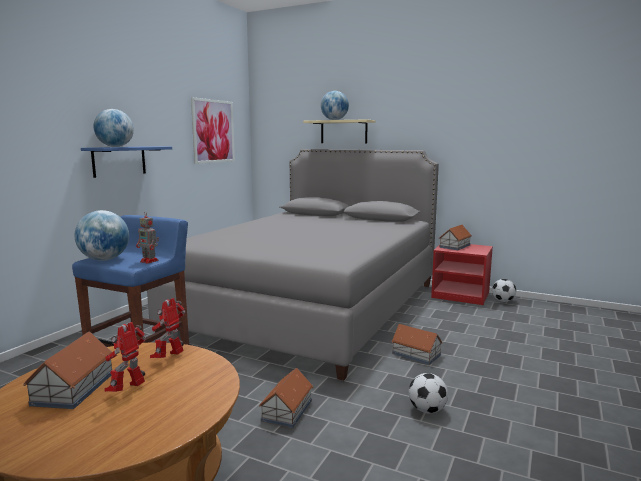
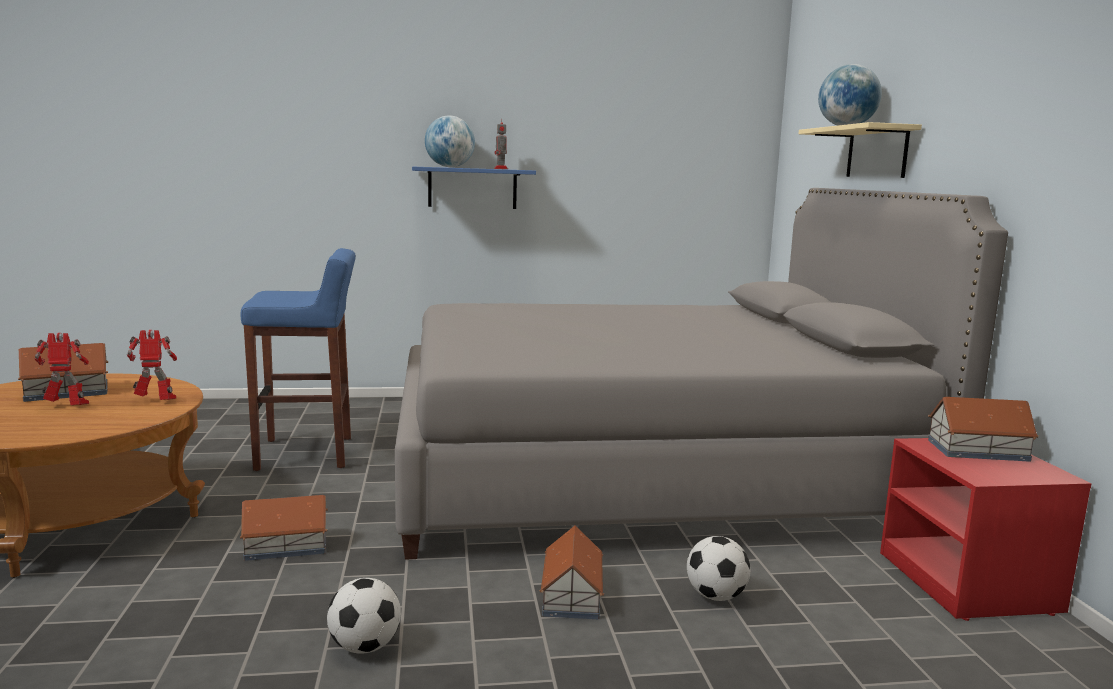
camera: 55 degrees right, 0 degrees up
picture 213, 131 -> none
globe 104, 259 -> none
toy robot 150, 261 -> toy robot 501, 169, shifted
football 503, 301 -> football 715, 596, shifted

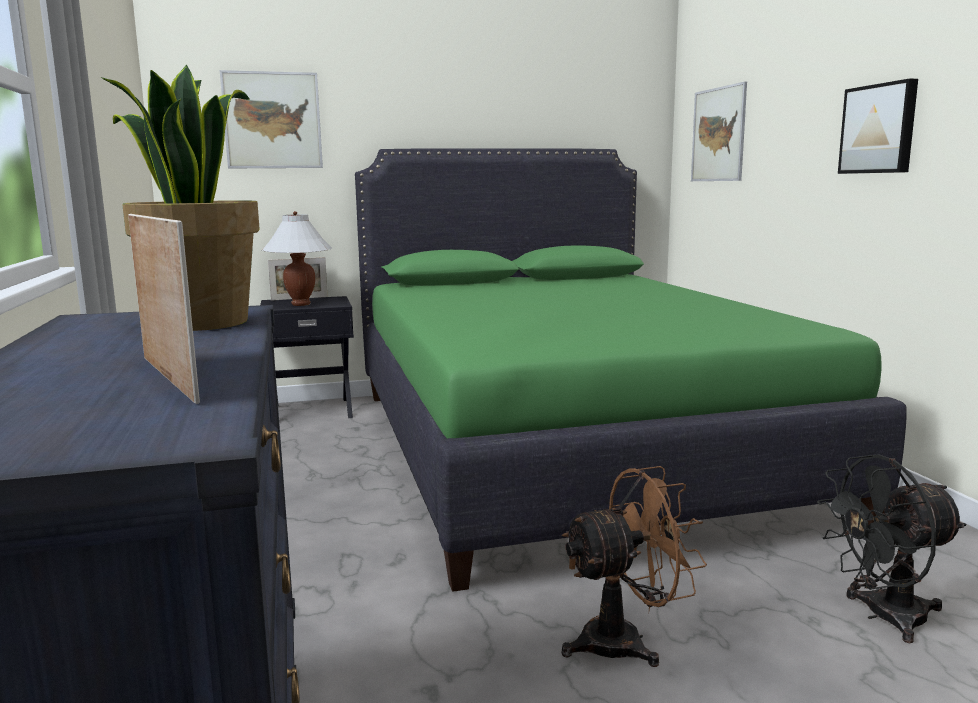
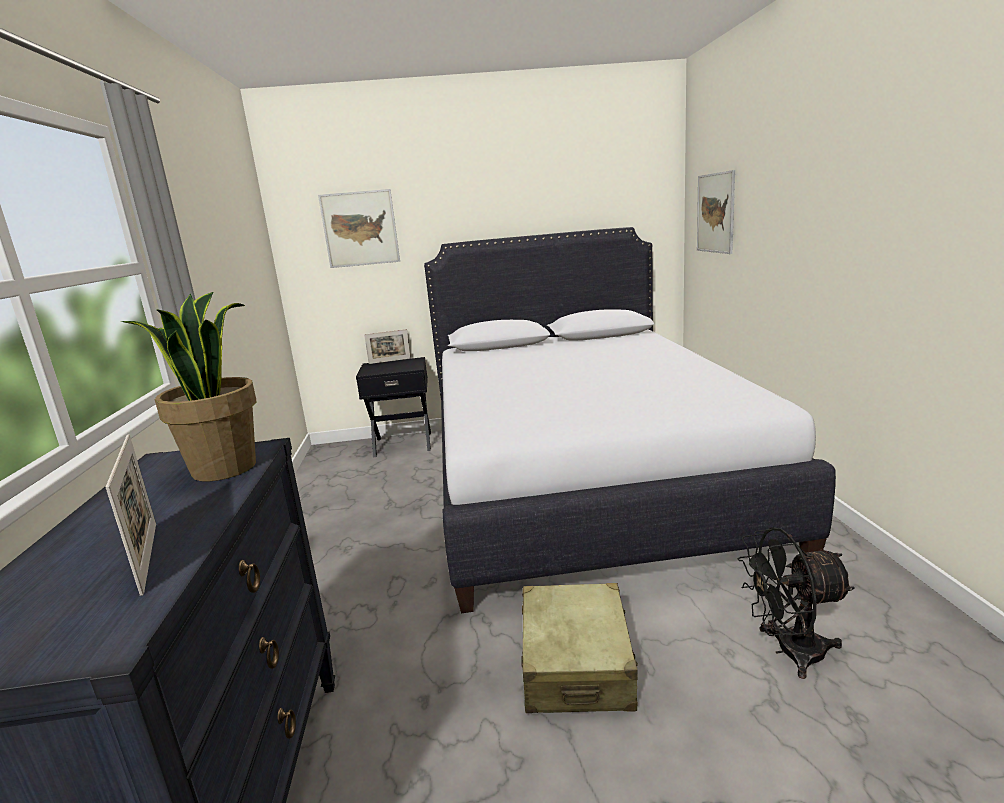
camera: 10 degrees right, 5 degrees up
picture 879, 129 -> none
bed (green) 565, 447 -> bed (white) 581, 479
table lamp (white) 301, 304 -> none
fan (brown) 626, 641 -> suitcase (beige) 576, 664

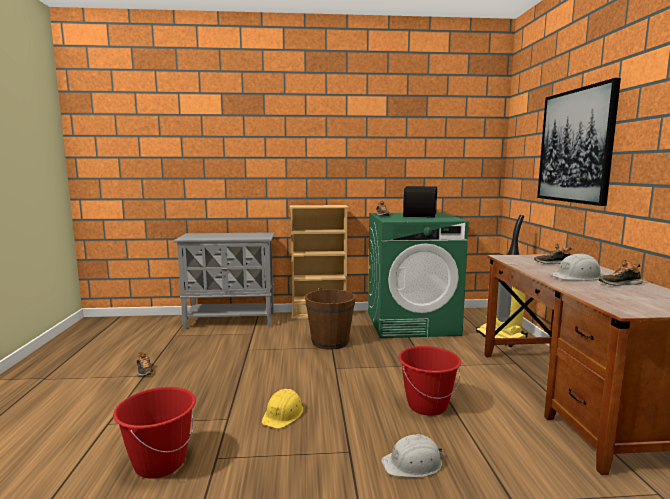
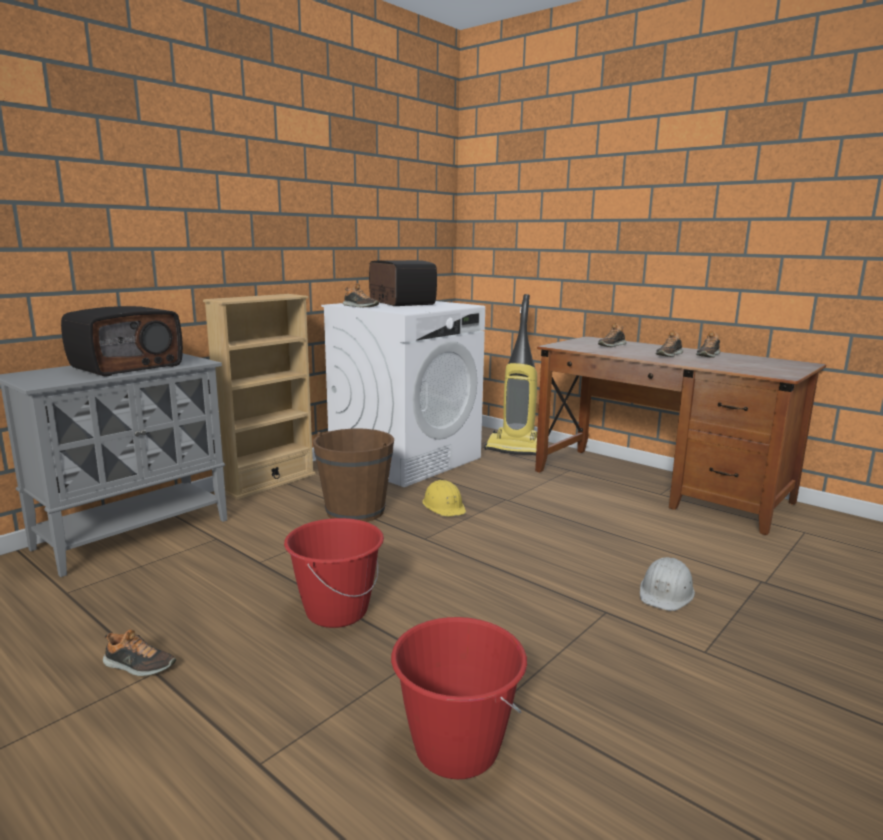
camera: 45 degrees left, 5 degrees up
picture 575, 146 -> none
washing machine (green) 412, 323 -> washing machine (white) 406, 459
hard hat (white) 577, 277 -> shoe 668, 355
bucket (red) 427, 405 -> bucket (red) 336, 611, shifted
hard hat (yellow) 283, 414 -> hard hat (yellow) 444, 506, shifted
none -> radio 127, 366

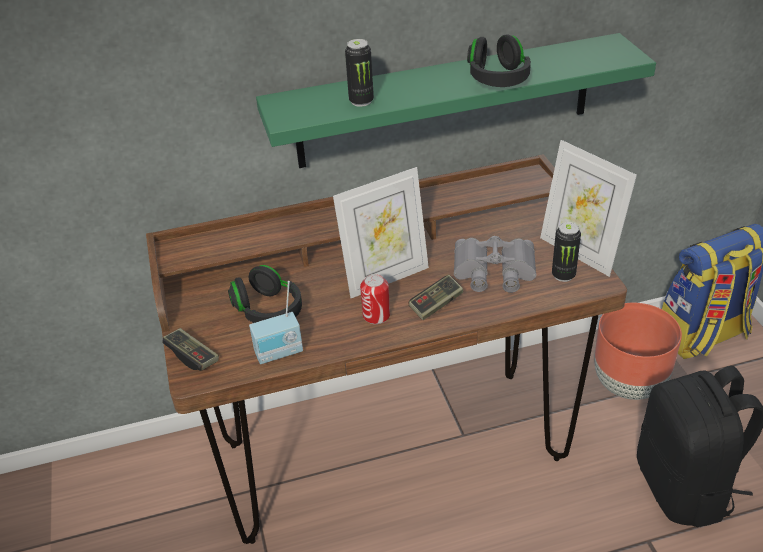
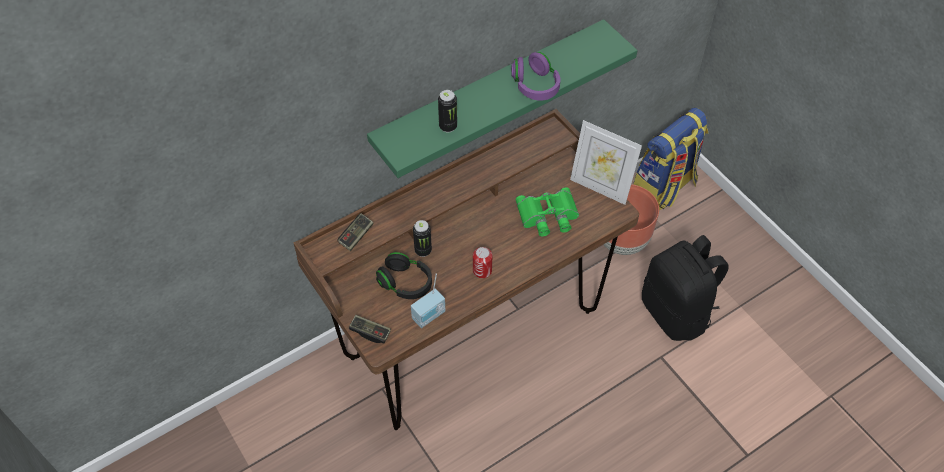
camera: 20 degrees left, 15 degrees up
headphones (black) 497, 79 -> headphones (purple) 535, 86
picture frame 385, 277 -> none
can 563, 275 -> can 423, 250, shifted
binoculars (grey) 493, 271 -> binoculars (green) 548, 216
game controller 436, 304 -> game controller 356, 236, shifted

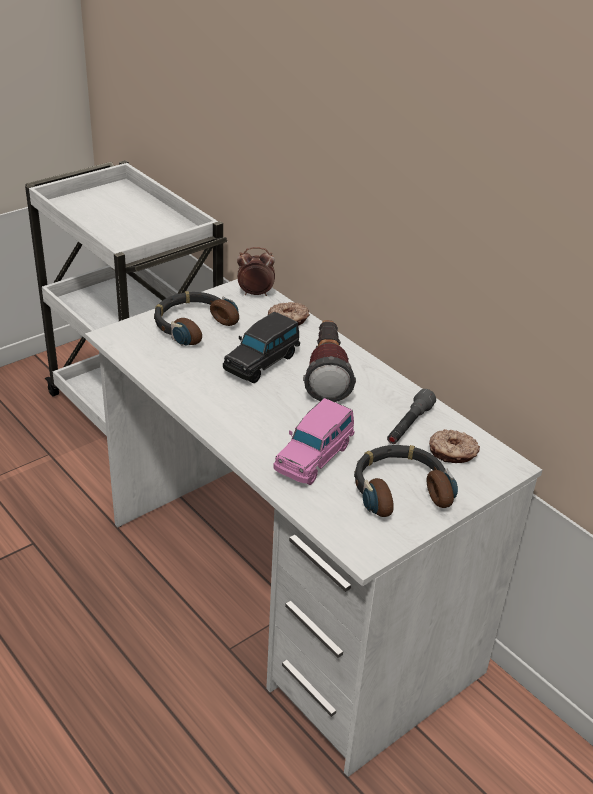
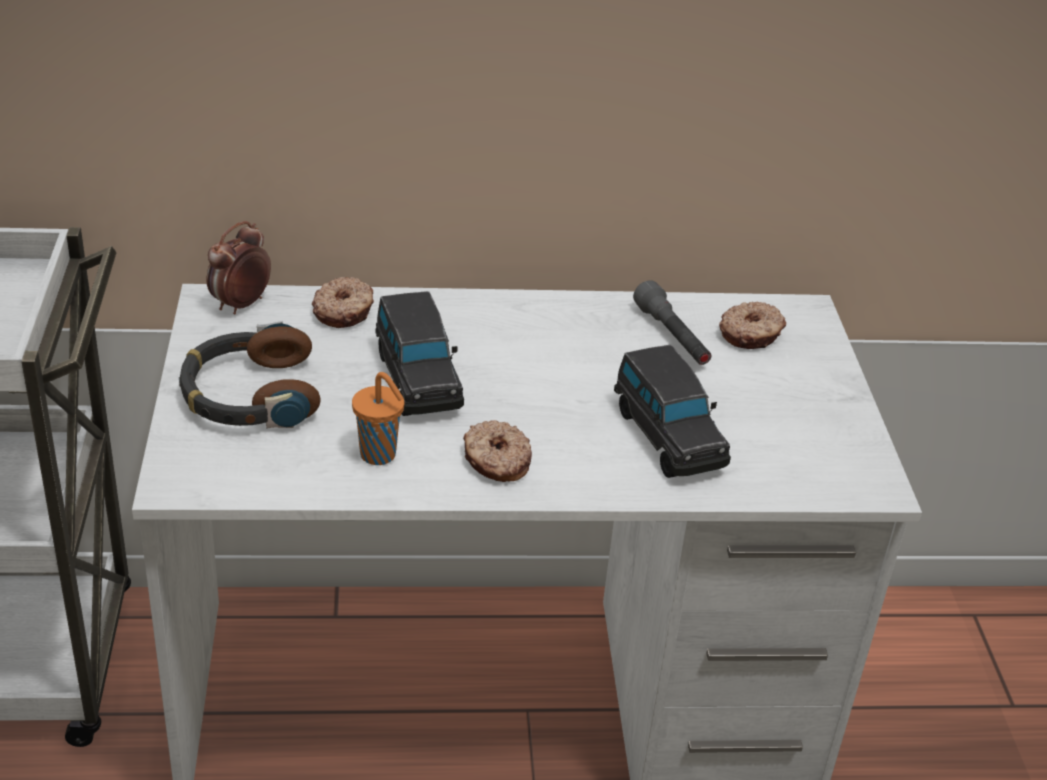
camera: 55 degrees left, 0 degrees up
flashlight 327, 374 -> none
toy car (pink) 315, 457 -> toy car (black) 667, 436
headphones 400, 489 -> none
none -> cup (orange) 380, 456
none -> donut 496, 461

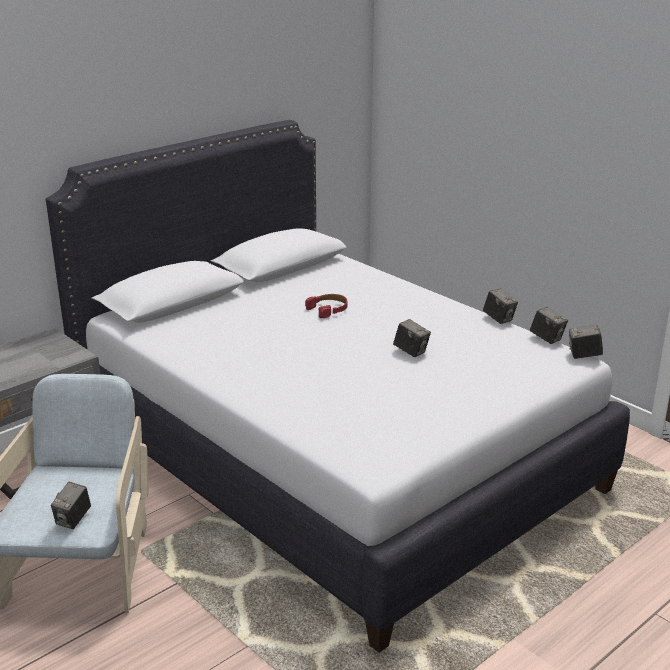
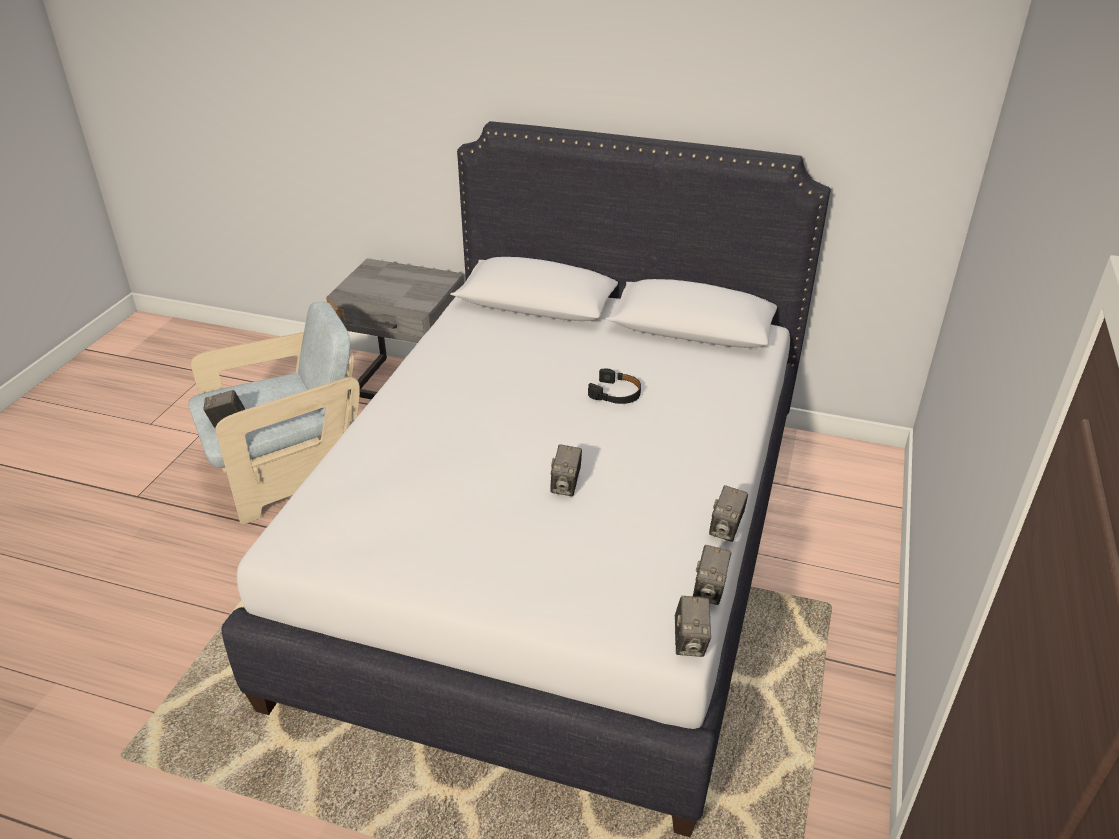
camera: 60 degrees right, 10 degrees up
headphones (red) 328, 309 -> headphones (black) 616, 394
photo camera 584, 355 -> photo camera 690, 642, 150 degrees counterclockwise

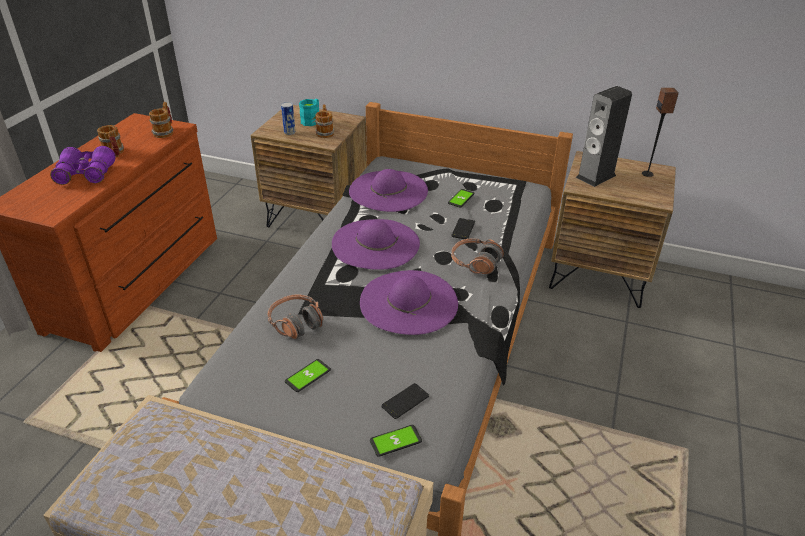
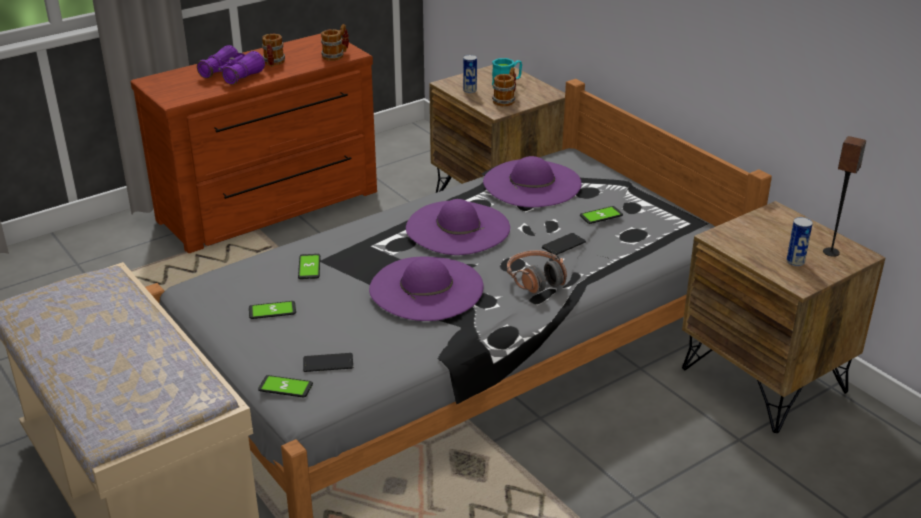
camera: 35 degrees right, 5 degrees down
speaker 595, 176 -> none
headphones 296, 323 -> phone 309, 267
none -> can 795, 262

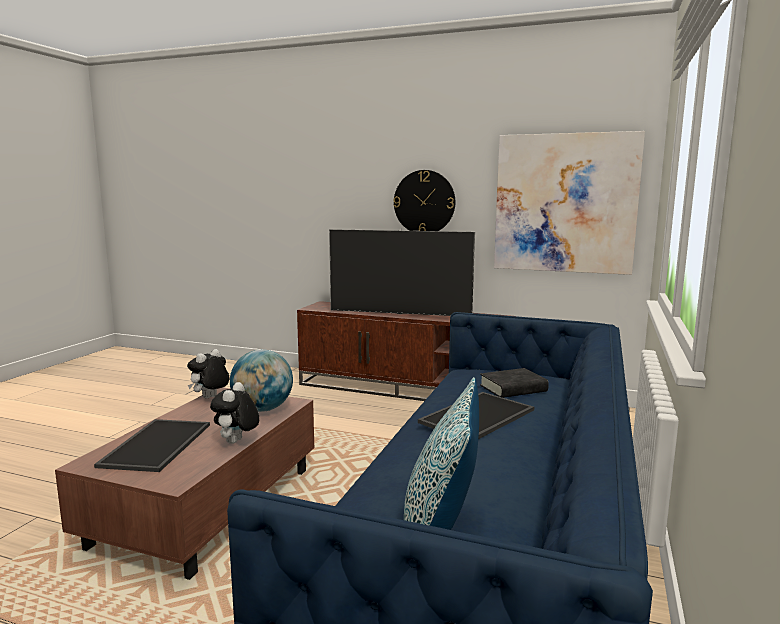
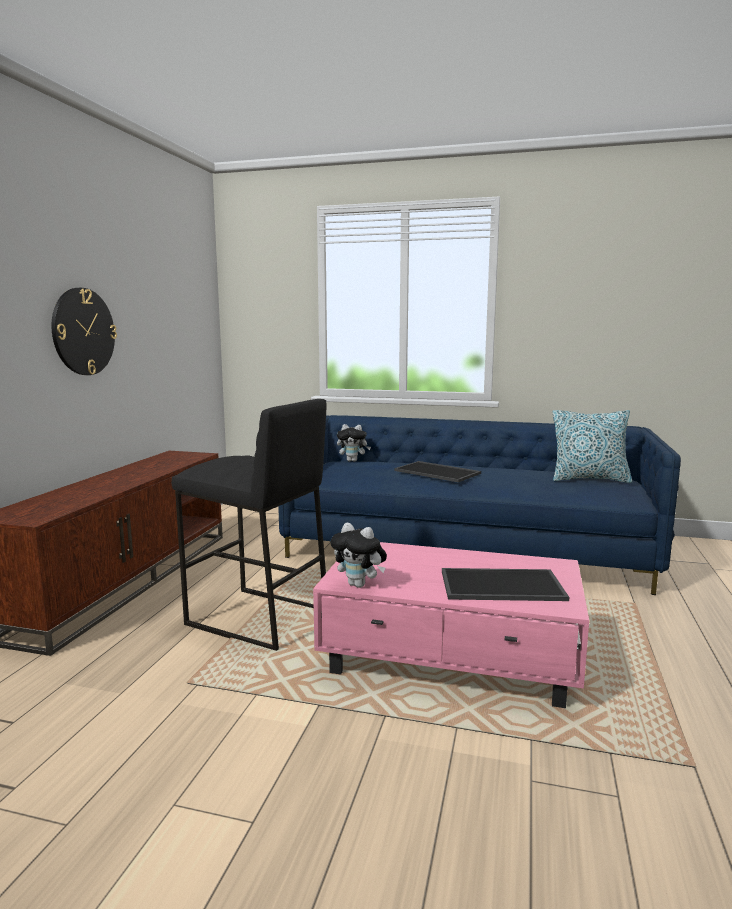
camera: 95 degrees left, 0 degrees up
picture 564, 203 -> none
television 399, 313 -> none
globe 262, 409 -> none
book (black) 513, 388 -> none
plush toy 236, 442 -> plush toy 353, 461, shifted
coffee table (brown) 206, 507 -> coffee table (pink) 452, 657
none -> stool (black) 256, 618

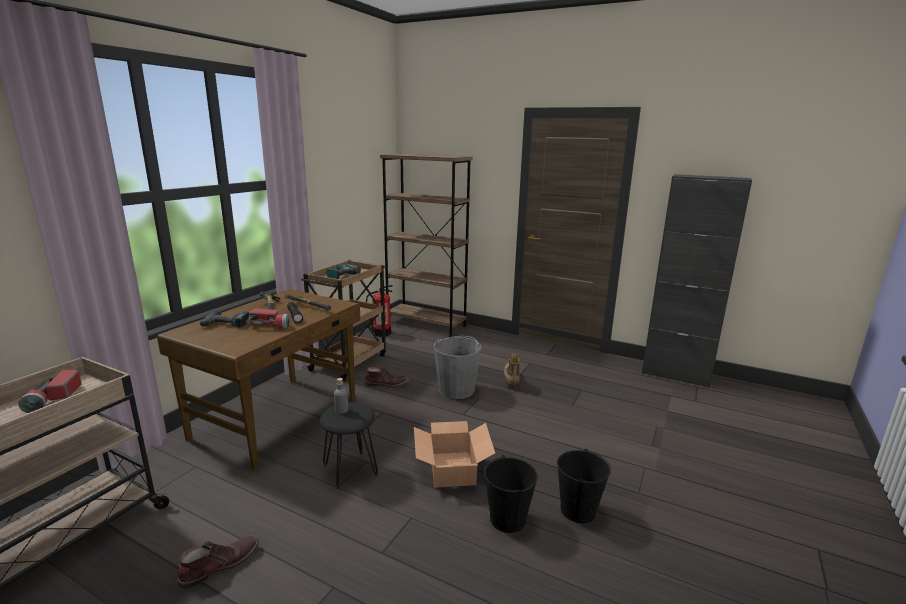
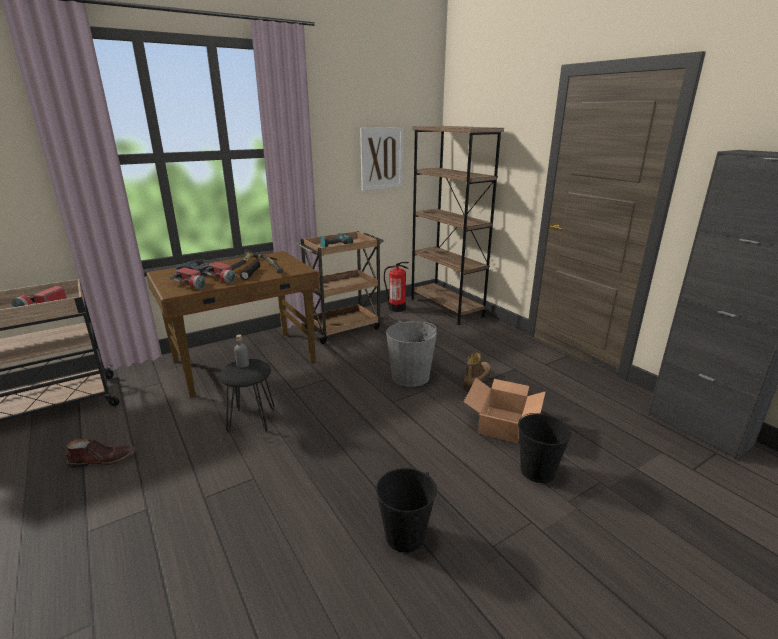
camera: 30 degrees right, 5 degrees up
boot (brown) 387, 384 -> none
cardboard box 453, 468 -> cardboard box 503, 424, shifted
bucket (black) 508, 519 -> bucket (black) 537, 470, shifted
none -> picture 381, 158
none -> flashlight 191, 285

